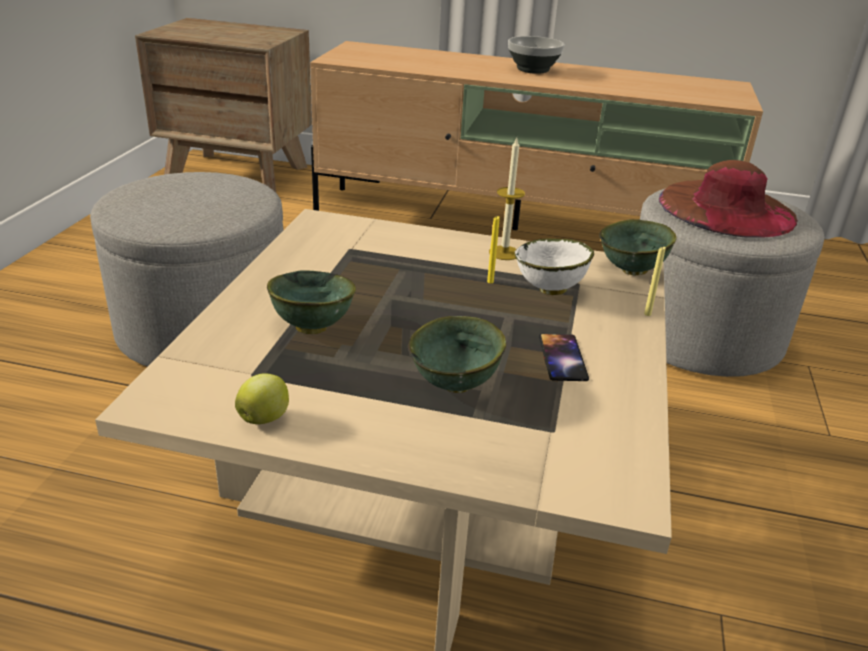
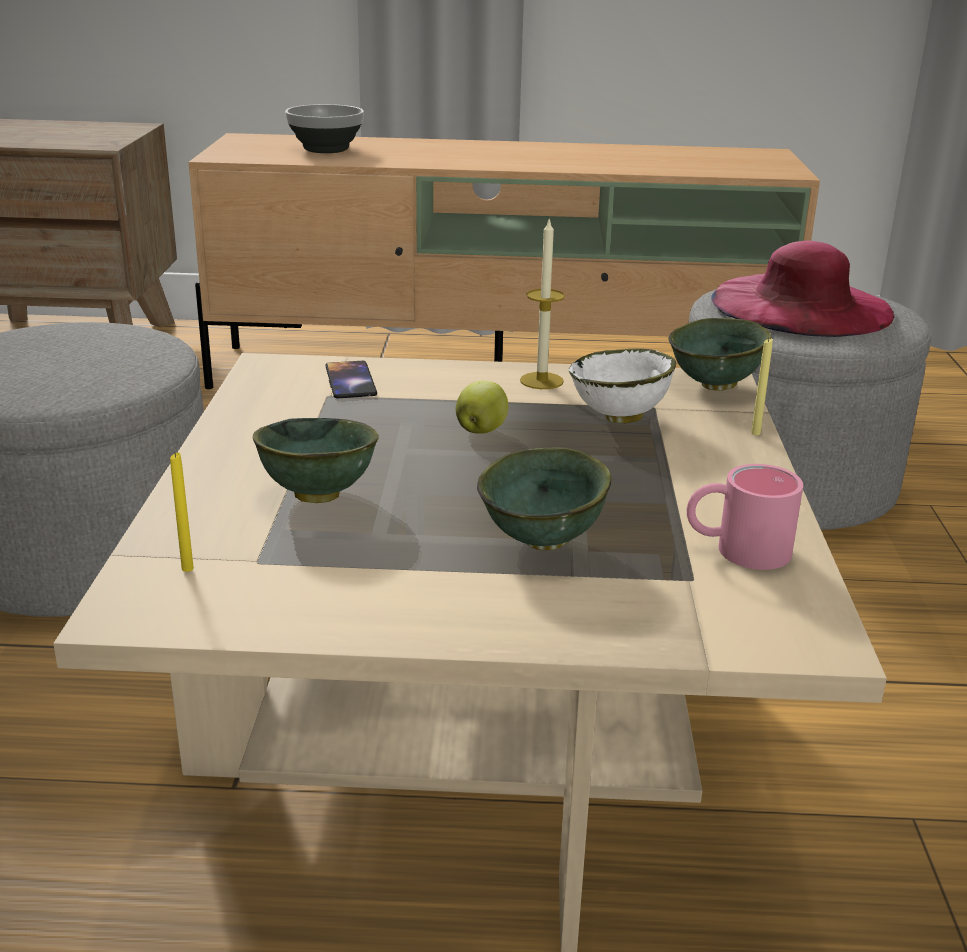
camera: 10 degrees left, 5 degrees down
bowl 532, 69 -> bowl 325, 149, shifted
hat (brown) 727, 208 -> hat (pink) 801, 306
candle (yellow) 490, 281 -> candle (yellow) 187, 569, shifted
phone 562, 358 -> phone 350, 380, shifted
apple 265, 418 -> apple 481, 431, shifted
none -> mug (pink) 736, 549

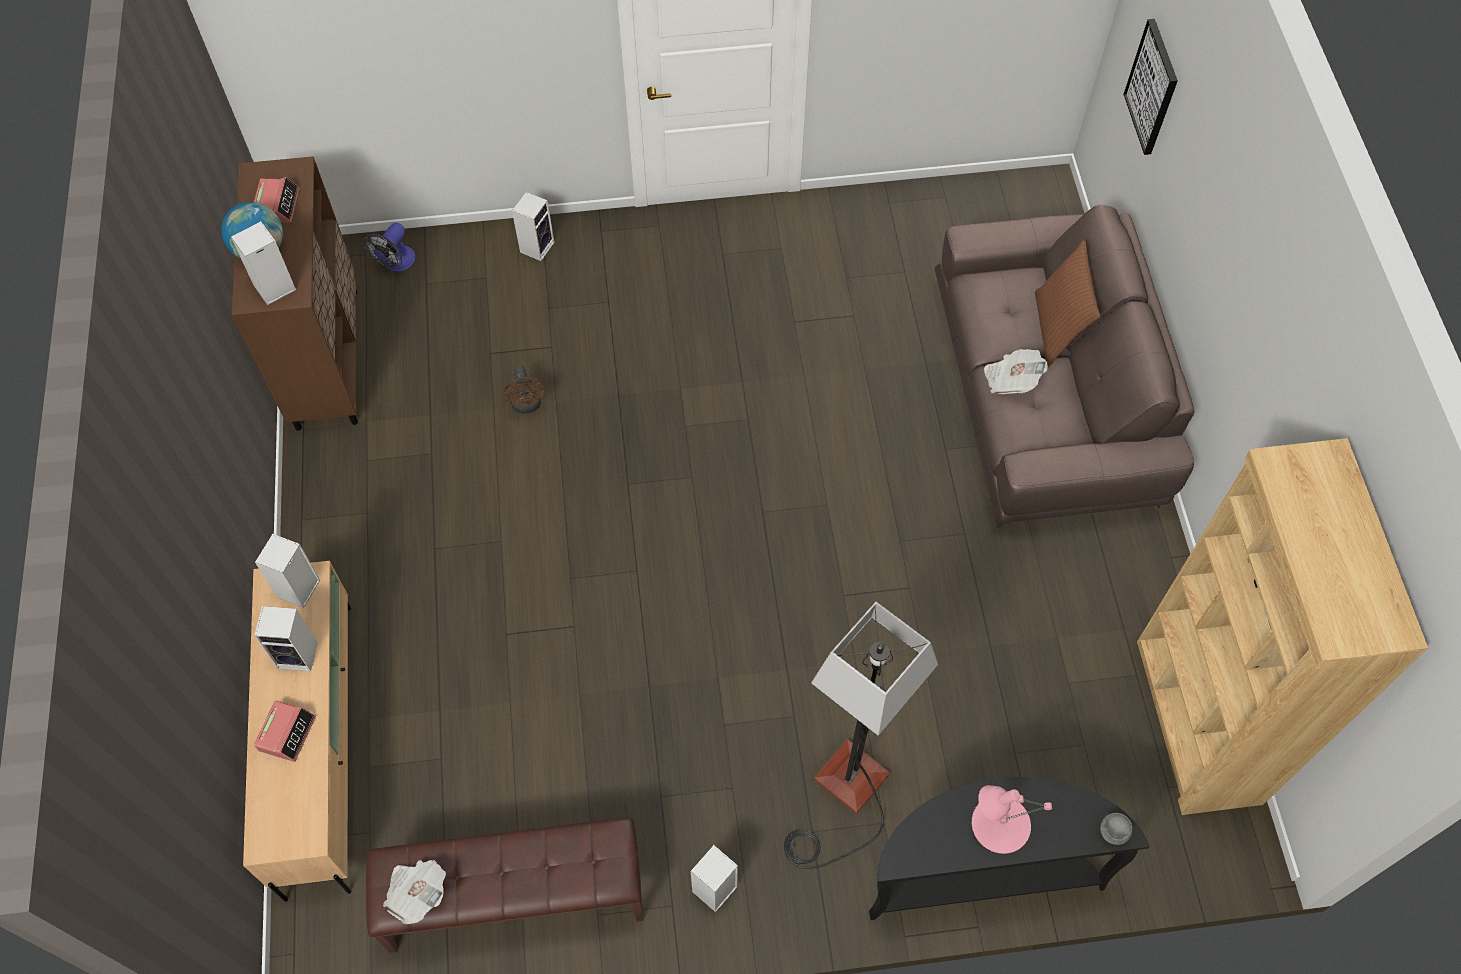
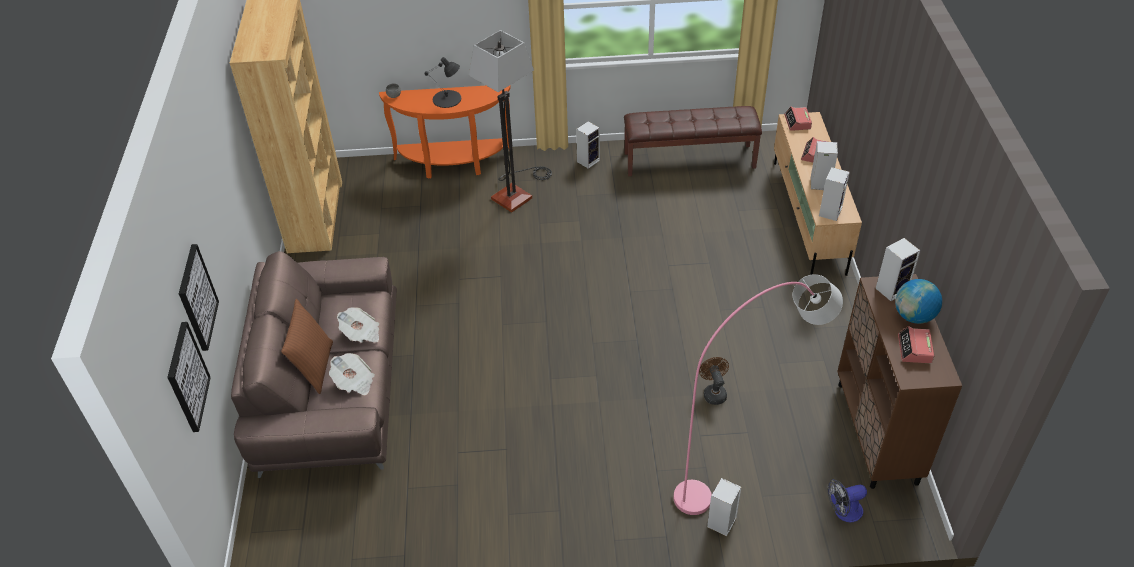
camera: 175 degrees left, 15 degrees down
fan 396, 263 -> fan 843, 512, 135 degrees counterclockwise
console table (black) 981, 872 -> console table (orange) 453, 164
table lamp (pink) 999, 823 -> table lamp (black) 447, 99
newspaper 417, 893 -> newspaper 354, 382, shifted
none -> alarm clock 797, 122
none -> picture 196, 297
none -> floor lamp (pink) 746, 463

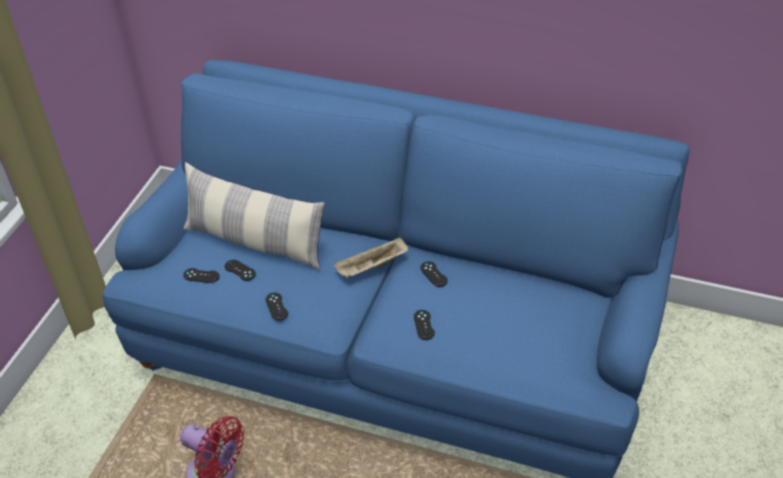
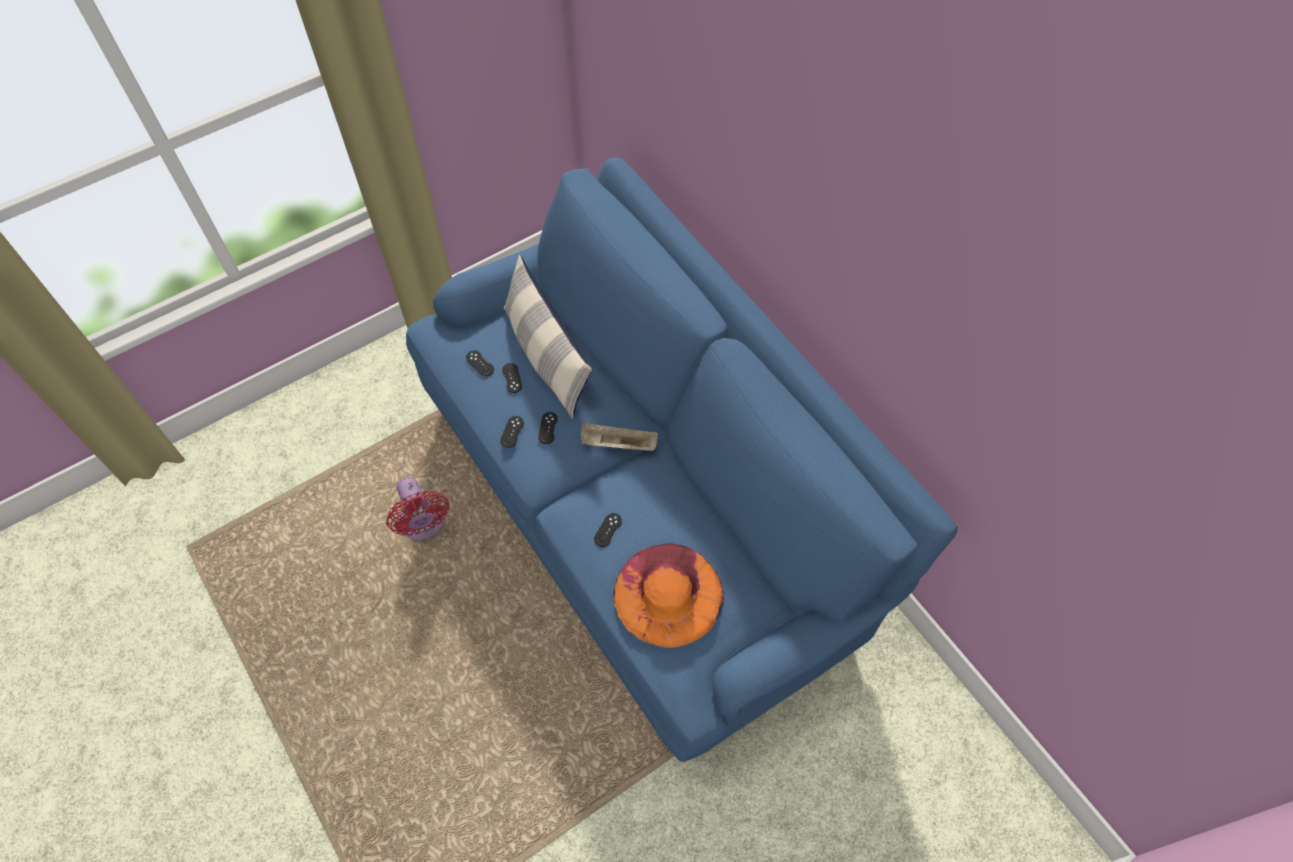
camera: 35 degrees right, 15 degrees up
game controller (black) 433, 274 -> game controller (black) 548, 428, shifted
none -> hat (orange) 668, 594

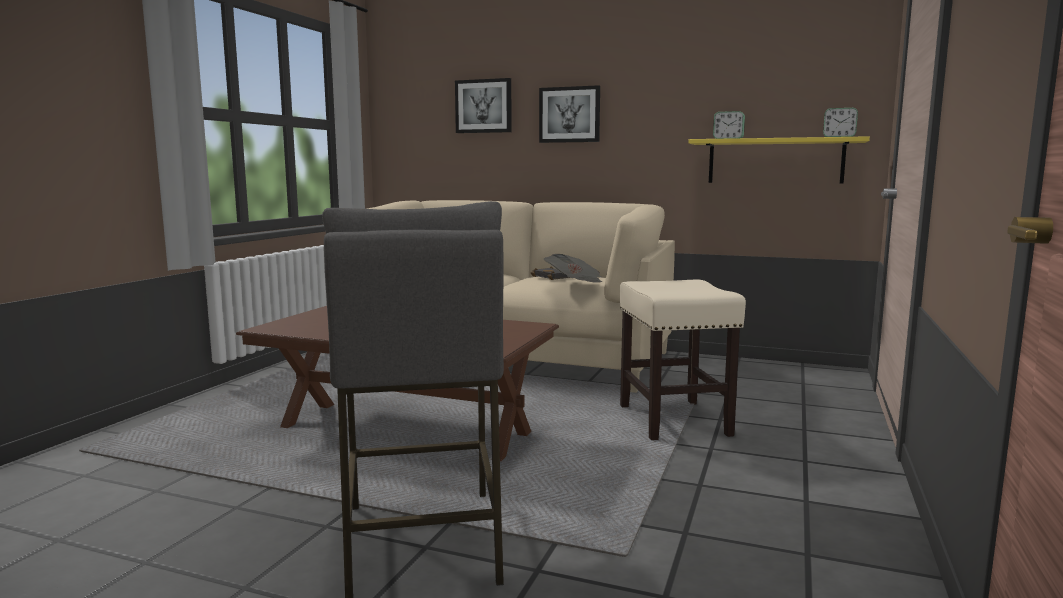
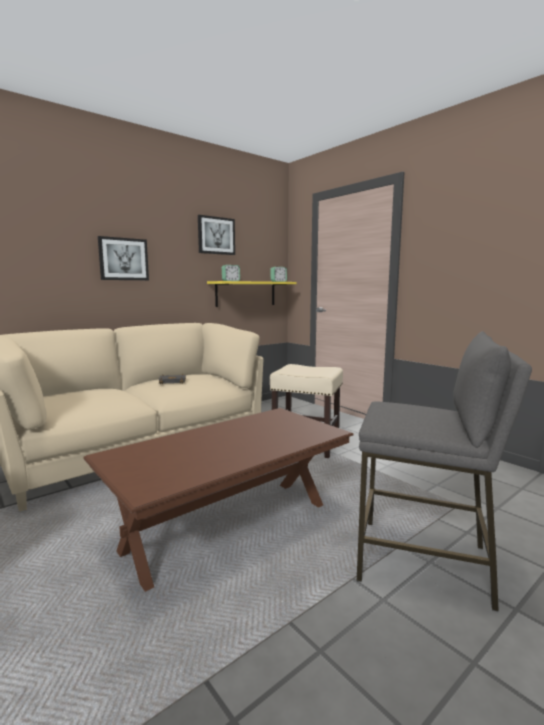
camera: 60 degrees left, 0 degrees up
picture 484, 106 -> picture 216, 235, shifted
newspaper 575, 285 -> none

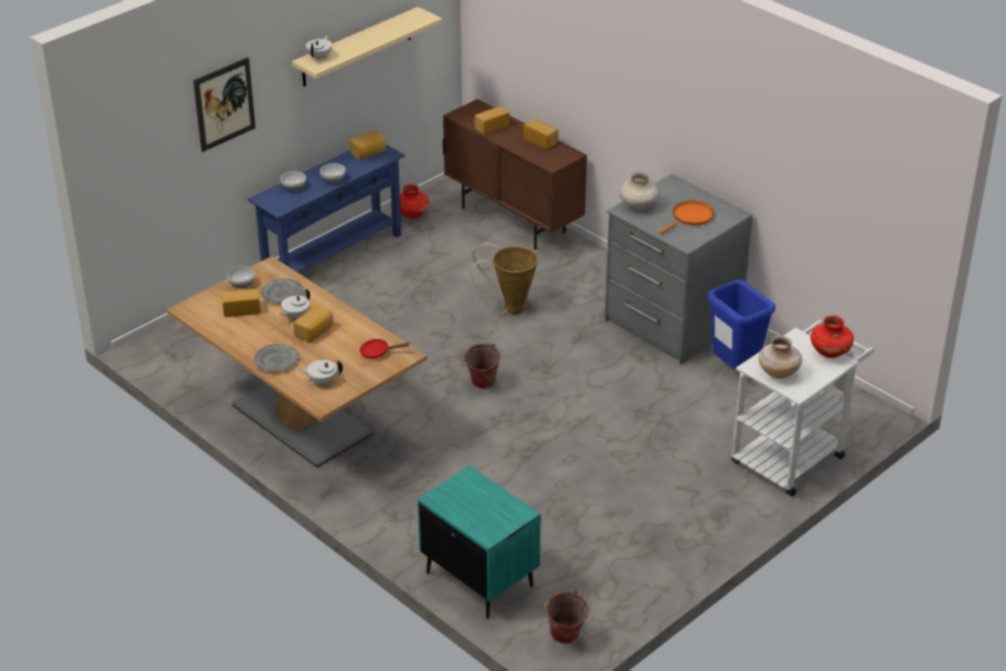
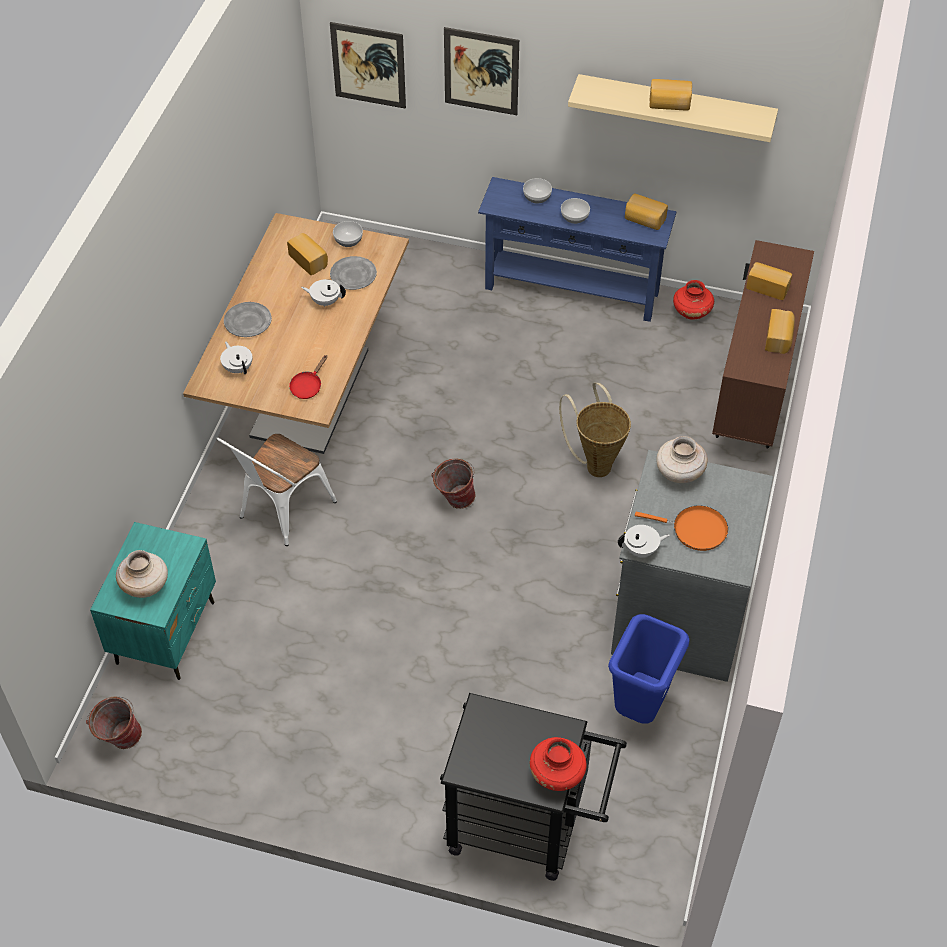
camera: 60 degrees right, 15 degrees up
teapot (white) 320, 57 -> teapot (white) 641, 550, shifted
bread 315, 332 -> bread 669, 104, shifted
cart (white) 793, 454 -> cart (black) 526, 827
vase (beige) 778, 373 -> vase (beige) 145, 586, shifted
frying pan (red) 378, 352 -> frying pan (red) 308, 386, 120 degrees counterclockwise
none -> picture 368, 65
none -> chair (white) 281, 513

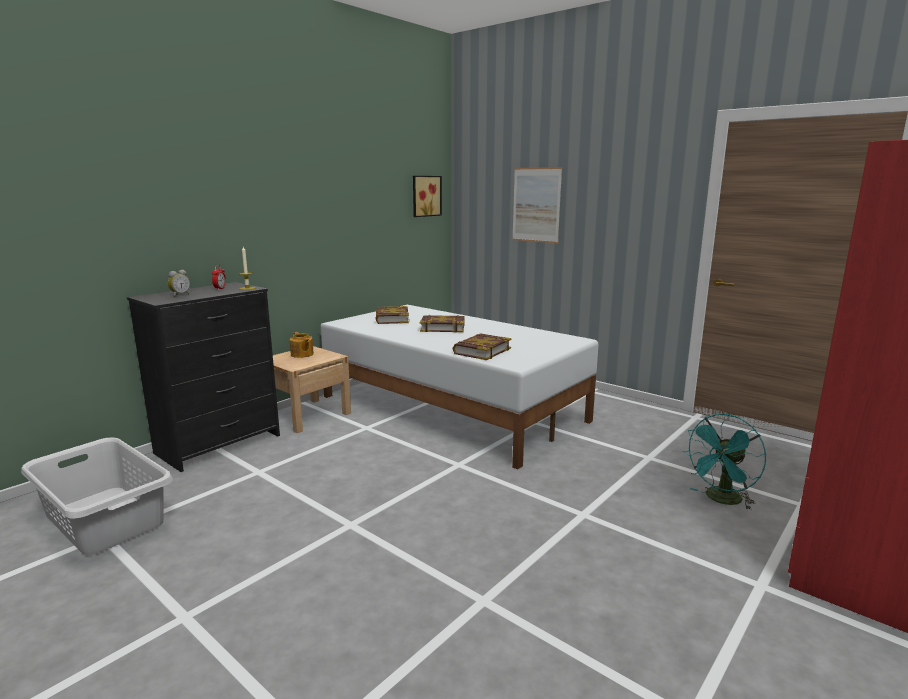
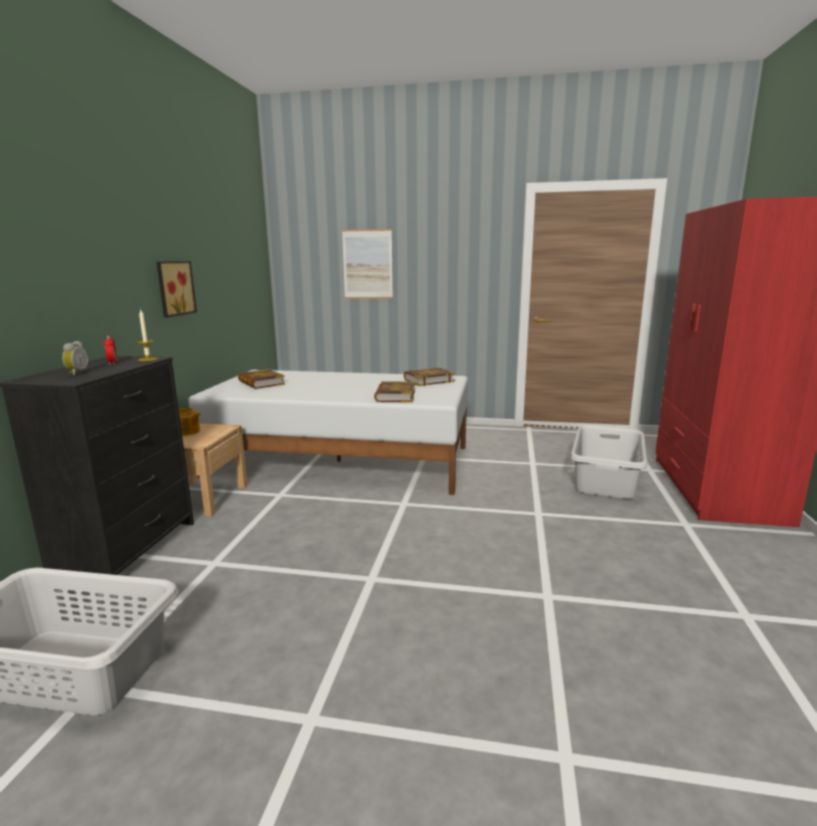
camera: 30 degrees left, 0 degrees up
picture 425, 196 -> picture 174, 288, shifted
book 442, 327 -> book 428, 380, shifted
fan (turquoise) 721, 500 -> laundry basket (grey) 606, 479

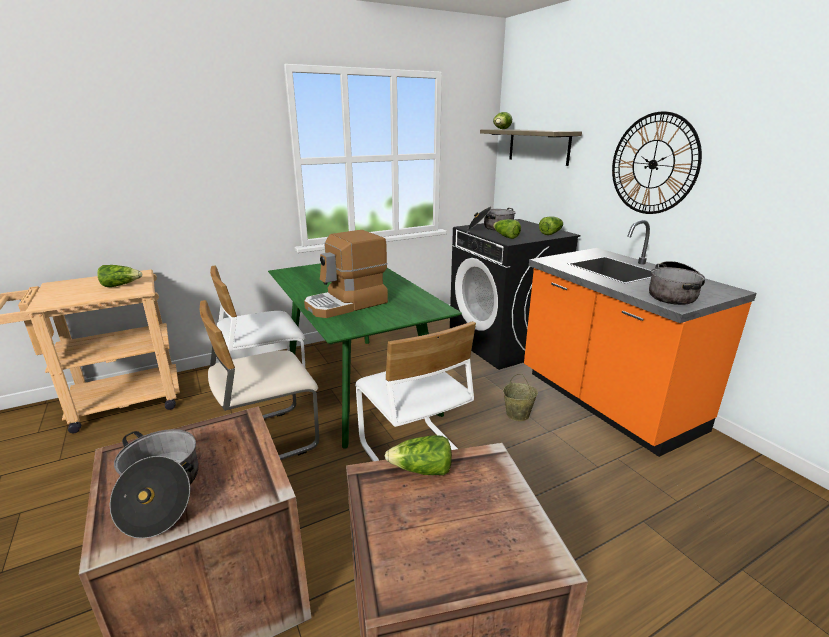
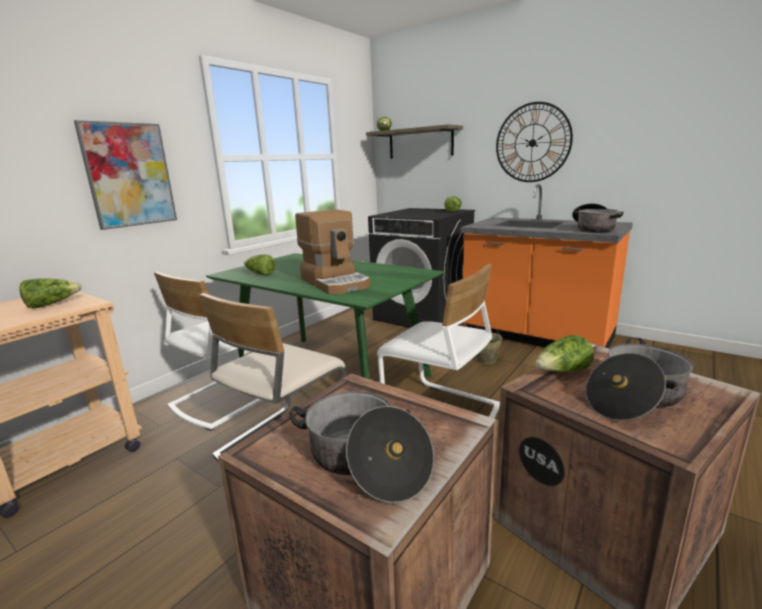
camera: 25 degrees left, 5 degrees down
cooking pot 491, 228 -> cooking pot 634, 398, shifted
lettuce 505, 236 -> lettuce 260, 274, shifted
coffee machine 347, 304 -> coffee machine 336, 282, 60 degrees counterclockwise
none -> picture 129, 175

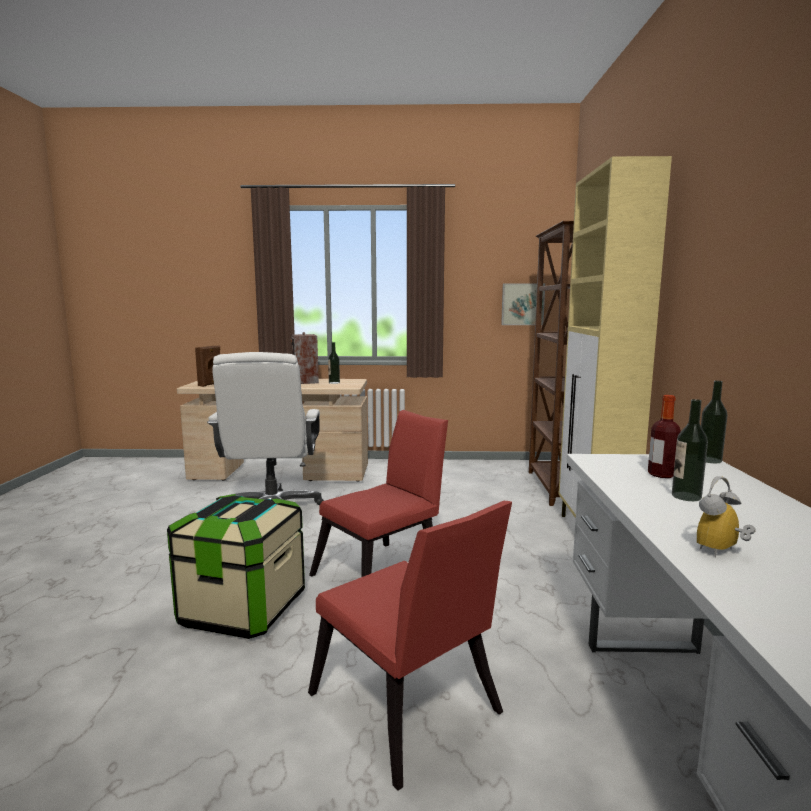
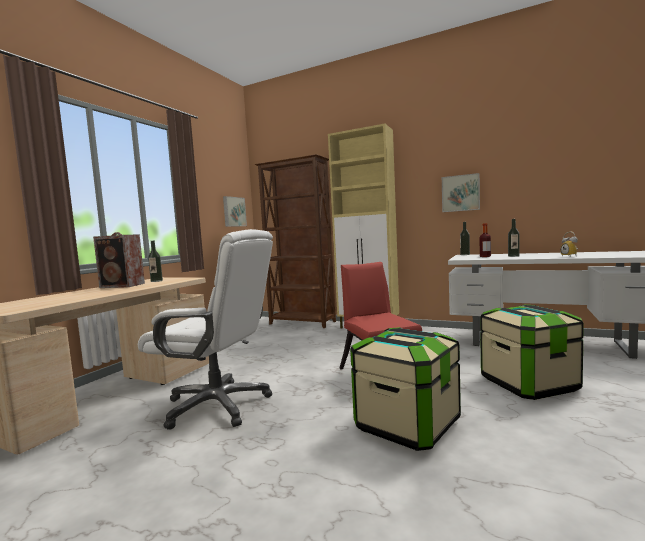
camera: 65 degrees left, 5 degrees down
speaker (brown) 211, 384 -> none
chair (red) 409, 712 -> storage box 528, 384
none -> picture 460, 193

